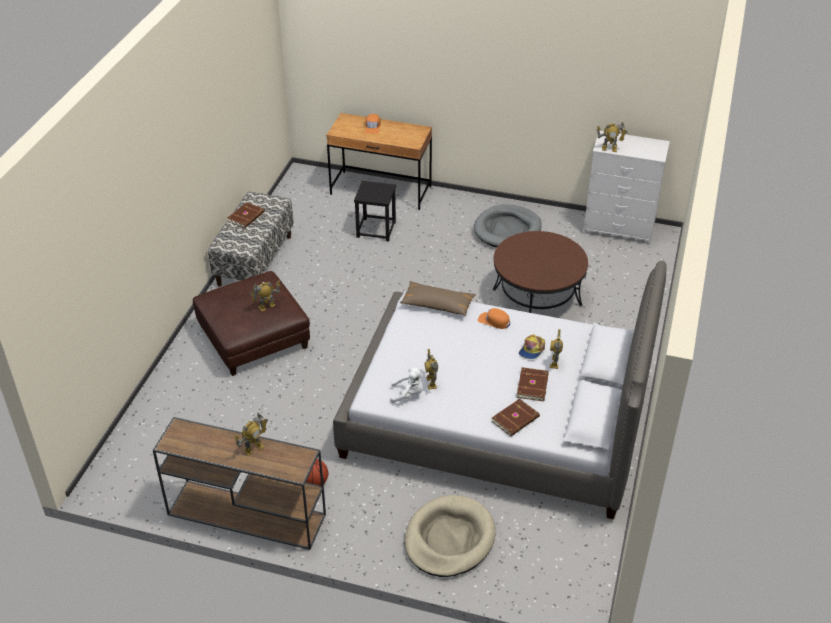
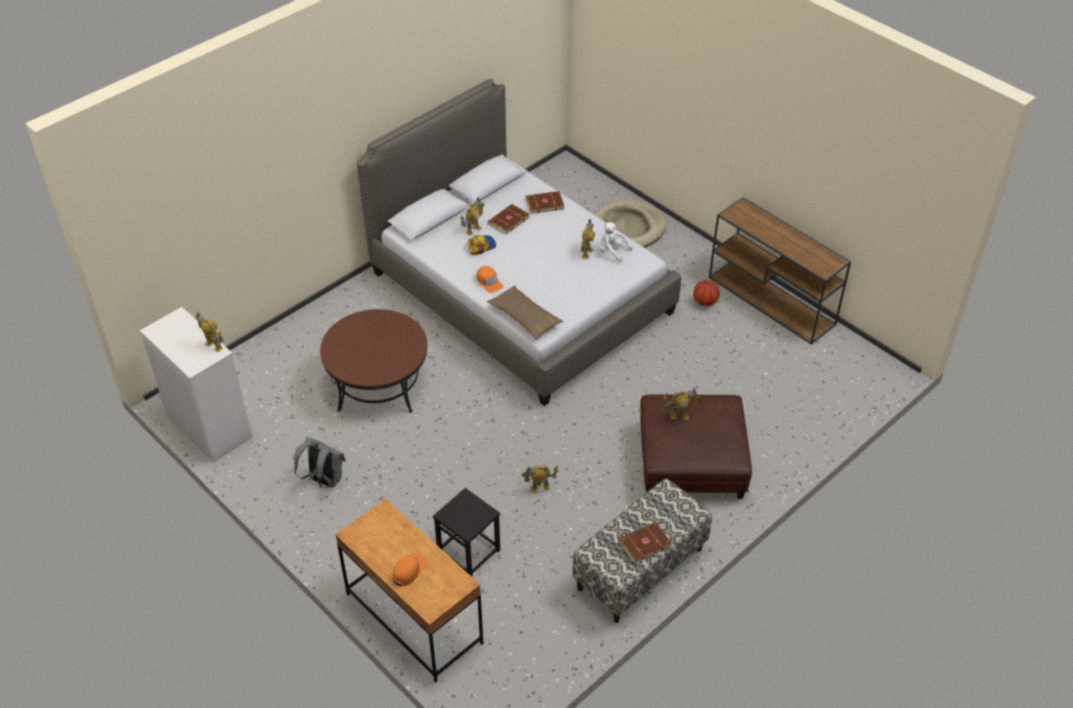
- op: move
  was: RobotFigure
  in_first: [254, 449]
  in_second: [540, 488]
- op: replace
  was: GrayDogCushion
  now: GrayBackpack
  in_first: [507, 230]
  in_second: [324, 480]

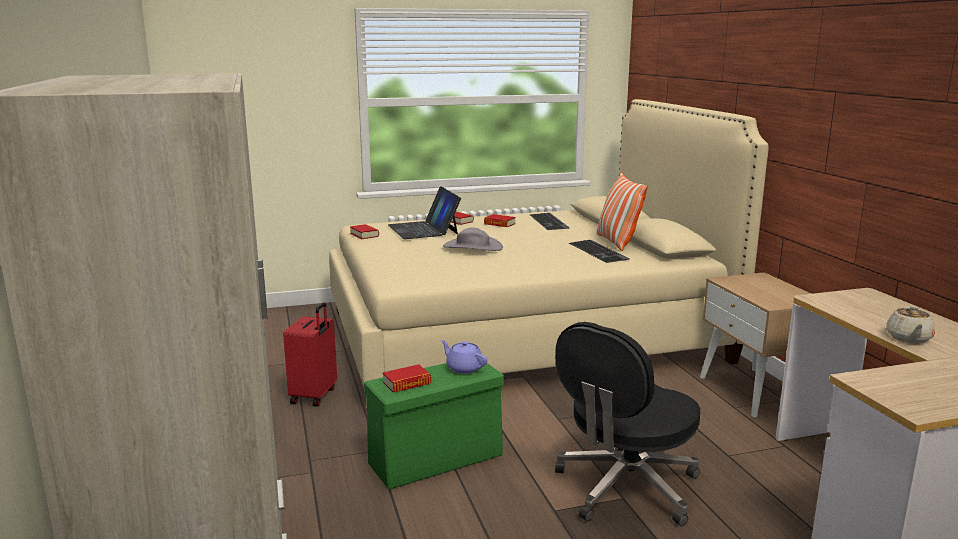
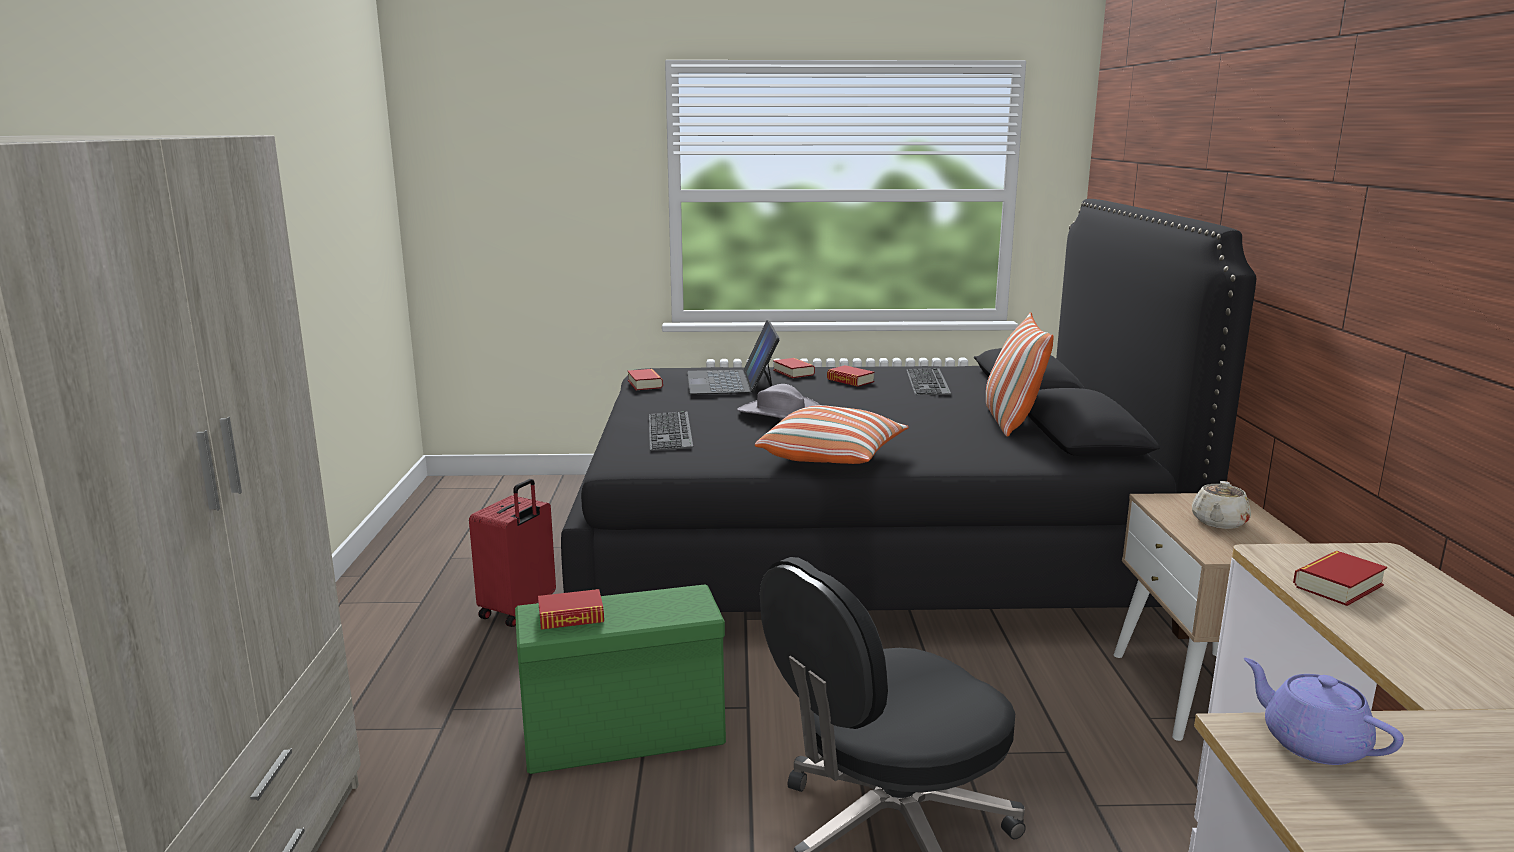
- op: recolor
  was: BeigeBedroomBed
  now: BlackColouredBedroomBed
  in_first: [522, 335]
  in_second: [862, 551]
- op: move
  was: PurplishTeapot
  in_first: [463, 368]
  in_second: [1312, 743]
- op: move
  was: PcKeyboard
  in_first: [599, 251]
  in_second: [672, 431]
- op: move
  was: BeigeTeapot
  in_first: [908, 338]
  in_second: [1218, 522]
- op: insert
  now: Pillow
  in_second: [832, 457]
- op: insert
  now: Volume
  in_second: [1337, 585]

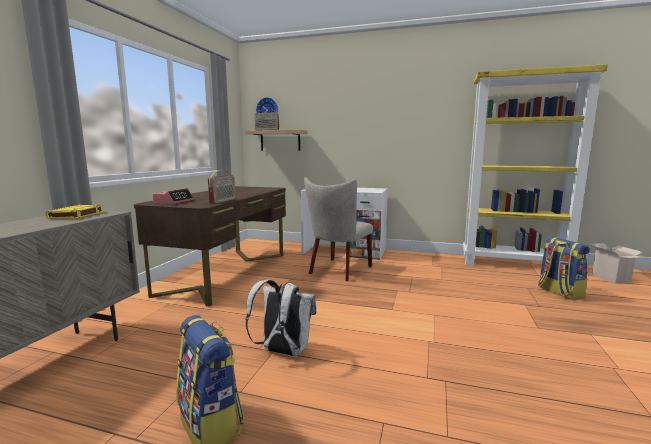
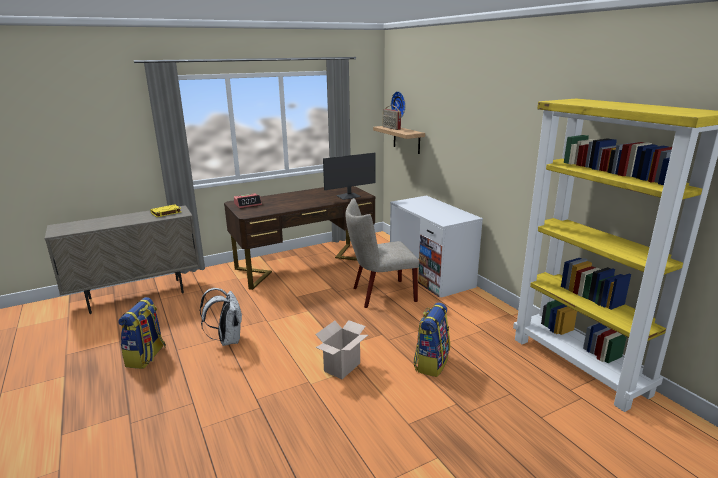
- op: delete
  was: Radio
  in_first: [223, 201]
- op: move
  was: Backpack
  in_first: [559, 292]
  in_second: [431, 363]
- op: move
  was: PackingBox
  in_first: [612, 278]
  in_second: [342, 368]
- op: insert
  now: ComputerScreen
  in_second: [349, 196]

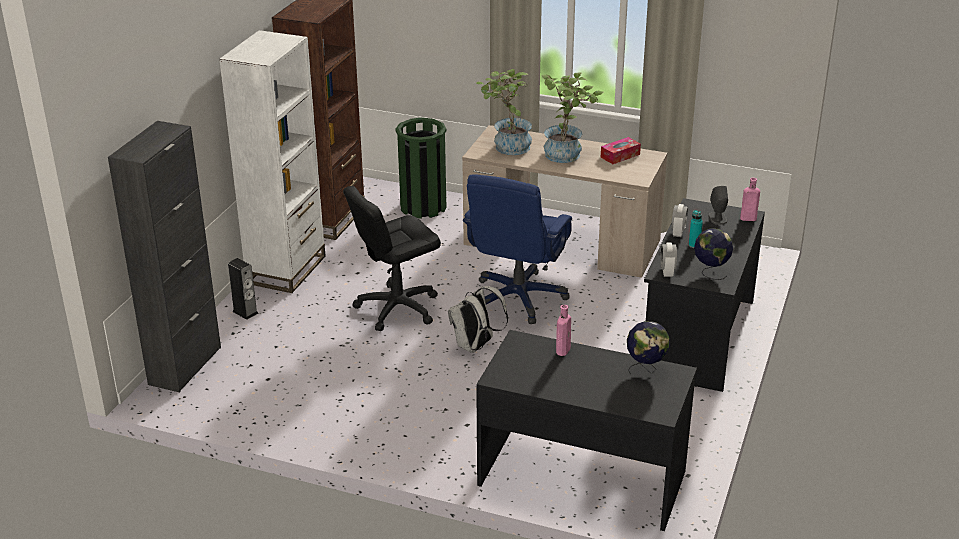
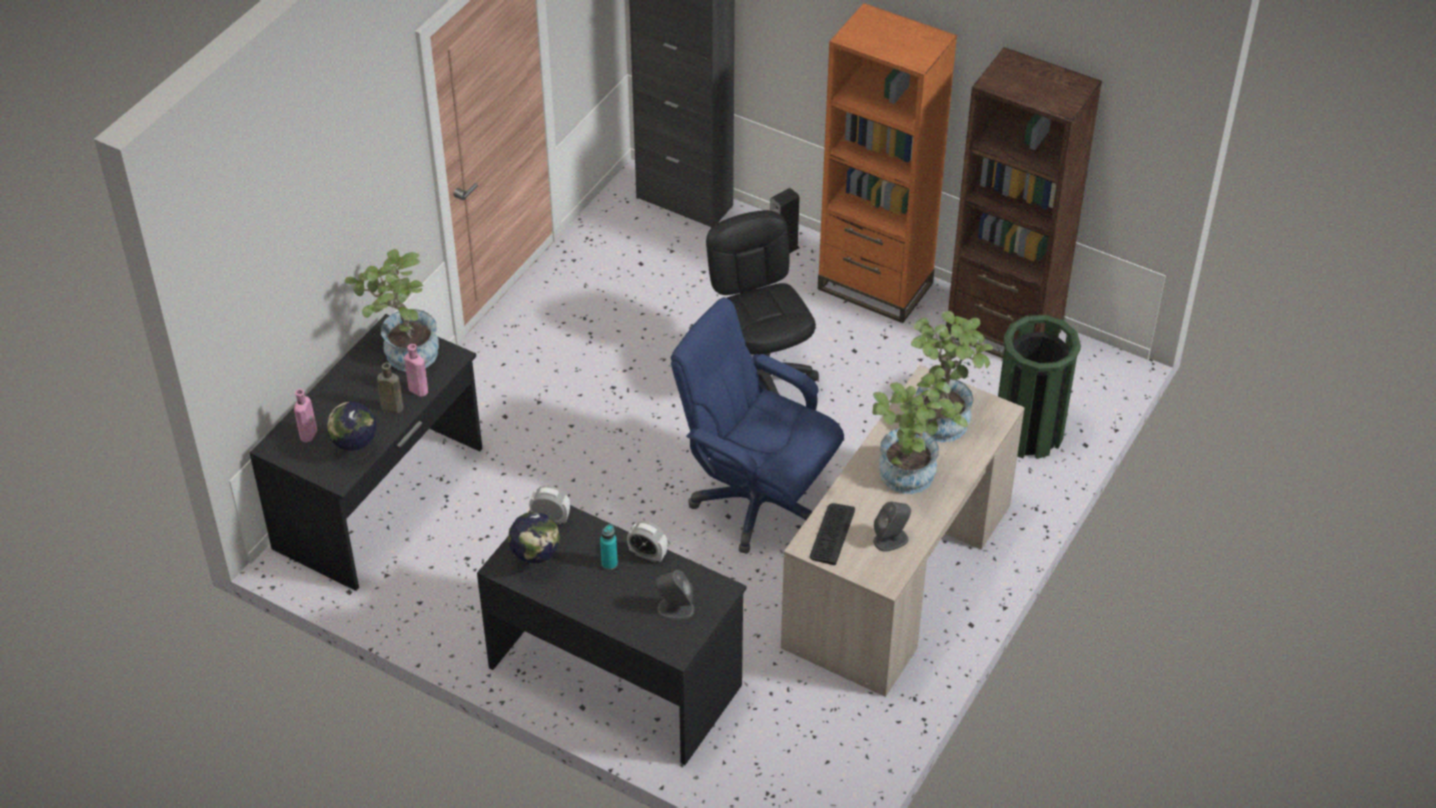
- op: recolor
  was: WhitishShelvingUnit
  now: OrangeyShelvingUnit
  in_first: [286, 270]
  in_second: [875, 286]
- op: delete
  was: WhitishBackpack
  in_first: [475, 346]
- op: replace
  was: TissueBox
  now: GraySpeaker
  in_first: [620, 156]
  in_second: [891, 539]
- op: move
  was: PinkDrinkBottle
  in_first: [747, 218]
  in_second: [309, 433]
- op: insert
  now: PottedPlant
  in_second: [403, 354]
- op: insert
  now: BrownDrinkBottle
  in_second: [391, 407]
- op: insert
  now: PcKeyboard
  in_second: [832, 534]

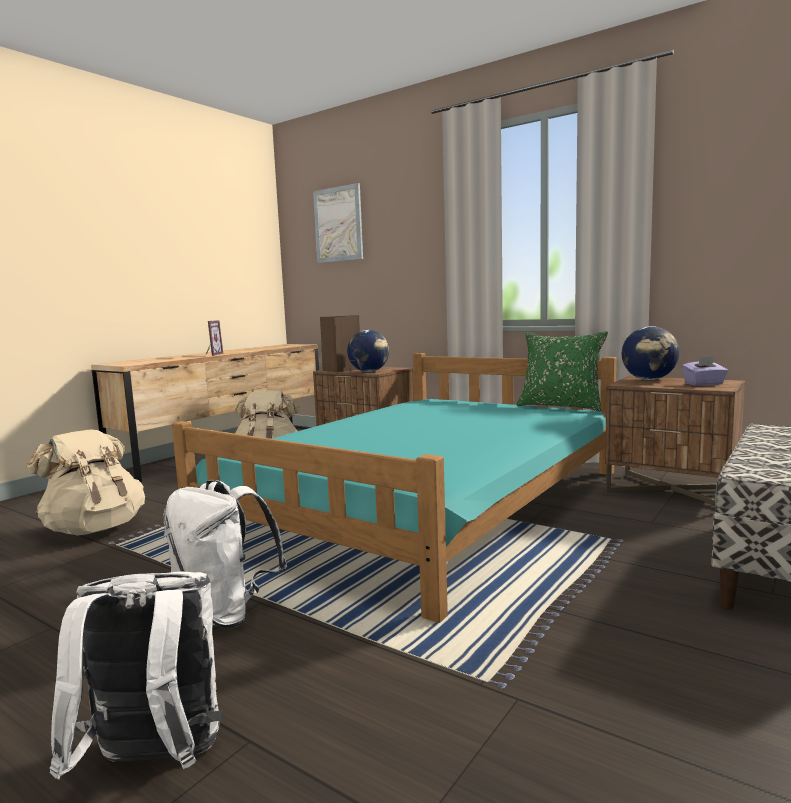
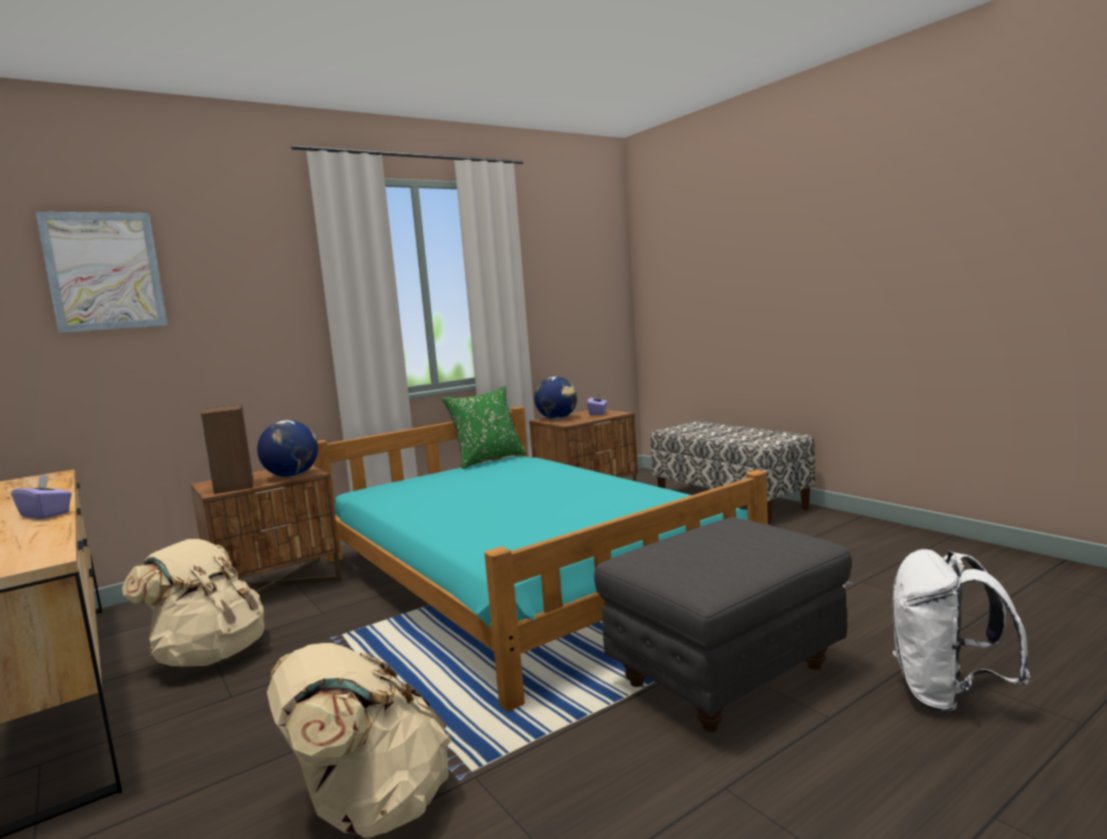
- op: replace
  was: WhitishBackpack
  now: GrayOttoman
  in_first: [225, 613]
  in_second: [725, 675]
- op: replace
  was: PictureFrame
  now: PurplishTissueBox
  in_first: [212, 354]
  in_second: [46, 514]

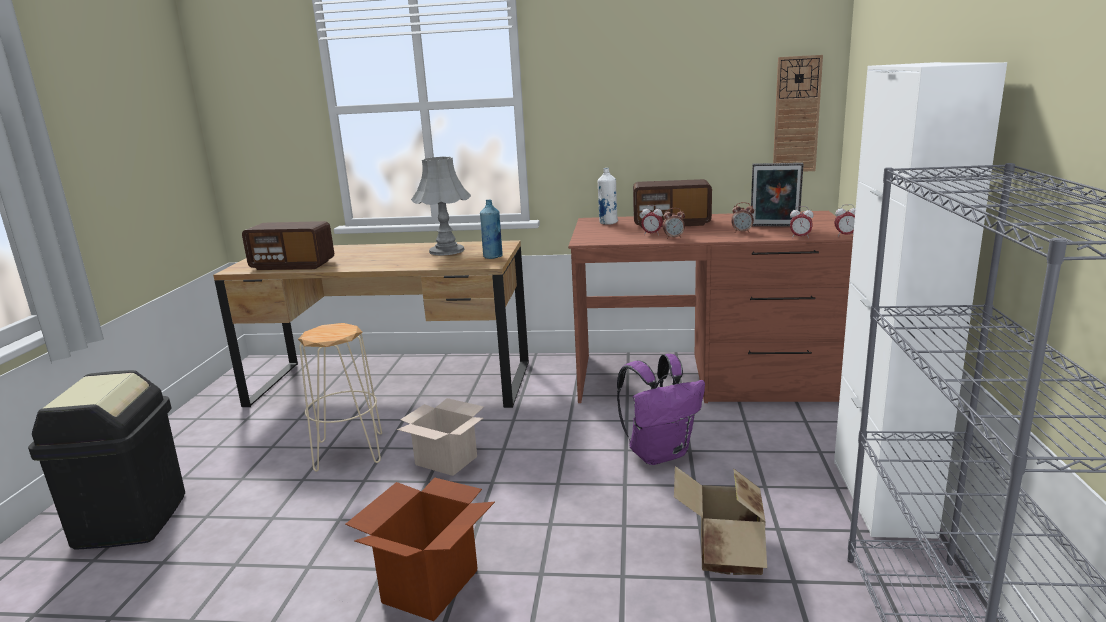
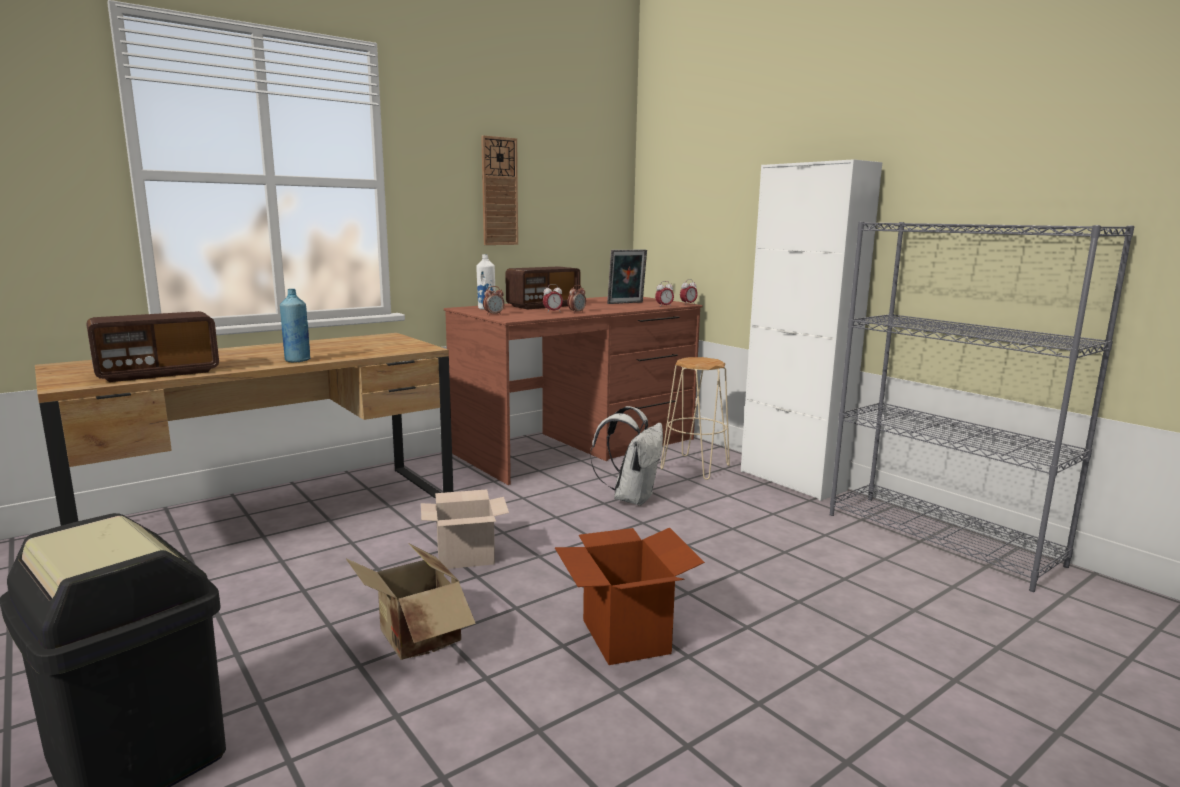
- op: move
  was: BeigeSittingStool
  in_first: [348, 452]
  in_second: [695, 467]
- op: delete
  was: GrayTableLamp
  in_first: [446, 251]
- op: move
  was: BlueDrinkBottle
  in_first: [493, 257]
  in_second: [297, 360]
- op: recolor
  was: PurplishBackpack
  now: WhitishBackpack
  in_first: [659, 453]
  in_second: [631, 498]
- op: move
  was: PackingBox
  in_first: [723, 557]
  in_second: [414, 641]
- op: move
  was: AlarmClock
  in_first: [742, 232]
  in_second: [494, 314]
- op: move
  was: ClockOnTheWall
  in_first: [796, 115]
  in_second: [499, 191]

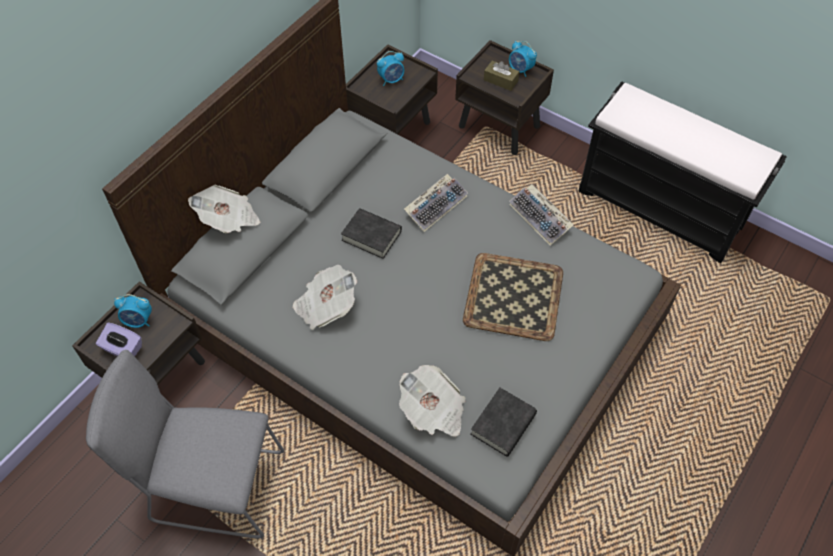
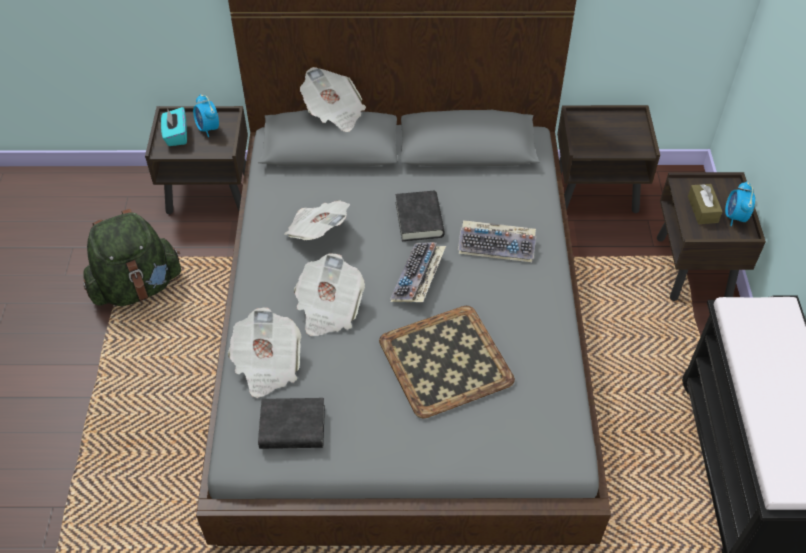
- op: replace
  was: GrayPlainChair
  now: GreenishBackpack
  in_first: [212, 486]
  in_second: [137, 287]
- op: recolor
  was: PurplishTissueBox
  now: TurquoiseTissueBox
  in_first: [123, 349]
  in_second: [176, 135]
- op: delete
  was: AlarmClock
  in_first: [391, 80]
- op: move
  was: PcKeyboard
  in_first: [541, 218]
  in_second: [418, 279]
- op: insert
  now: PrintedPaper
  in_second: [328, 308]

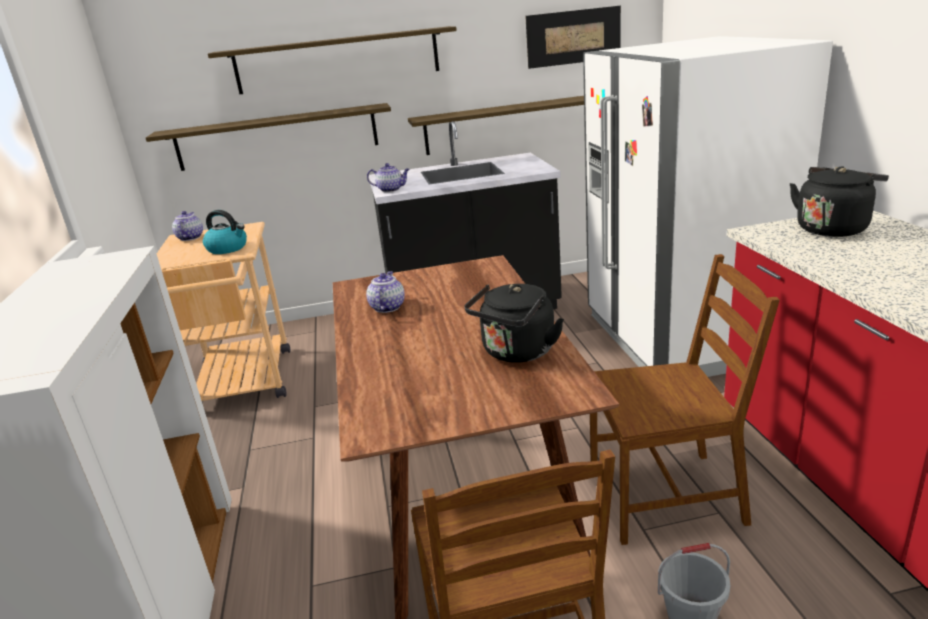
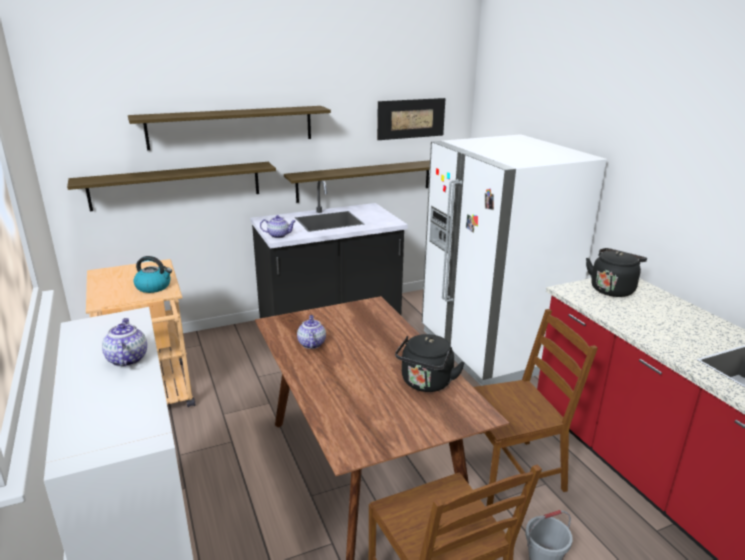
- op: move
  was: Teapot
  in_first: [190, 237]
  in_second: [127, 359]

